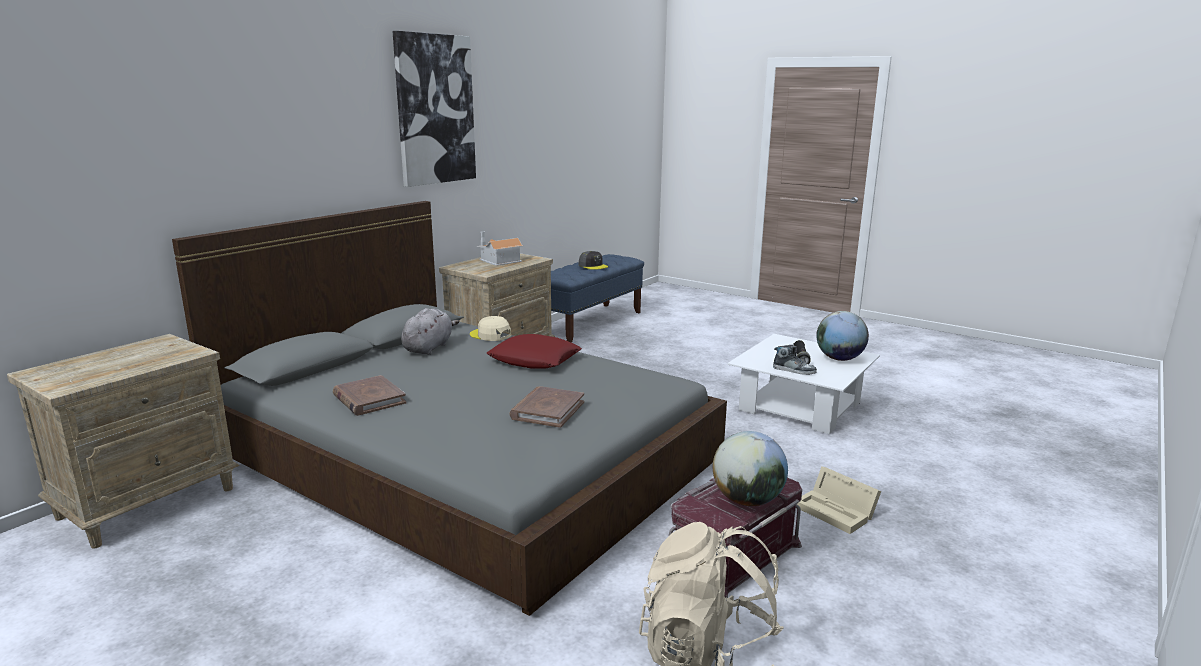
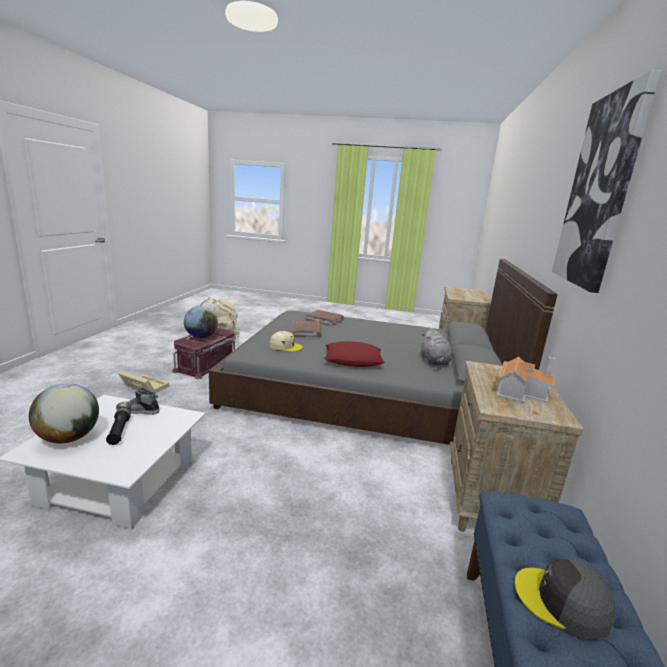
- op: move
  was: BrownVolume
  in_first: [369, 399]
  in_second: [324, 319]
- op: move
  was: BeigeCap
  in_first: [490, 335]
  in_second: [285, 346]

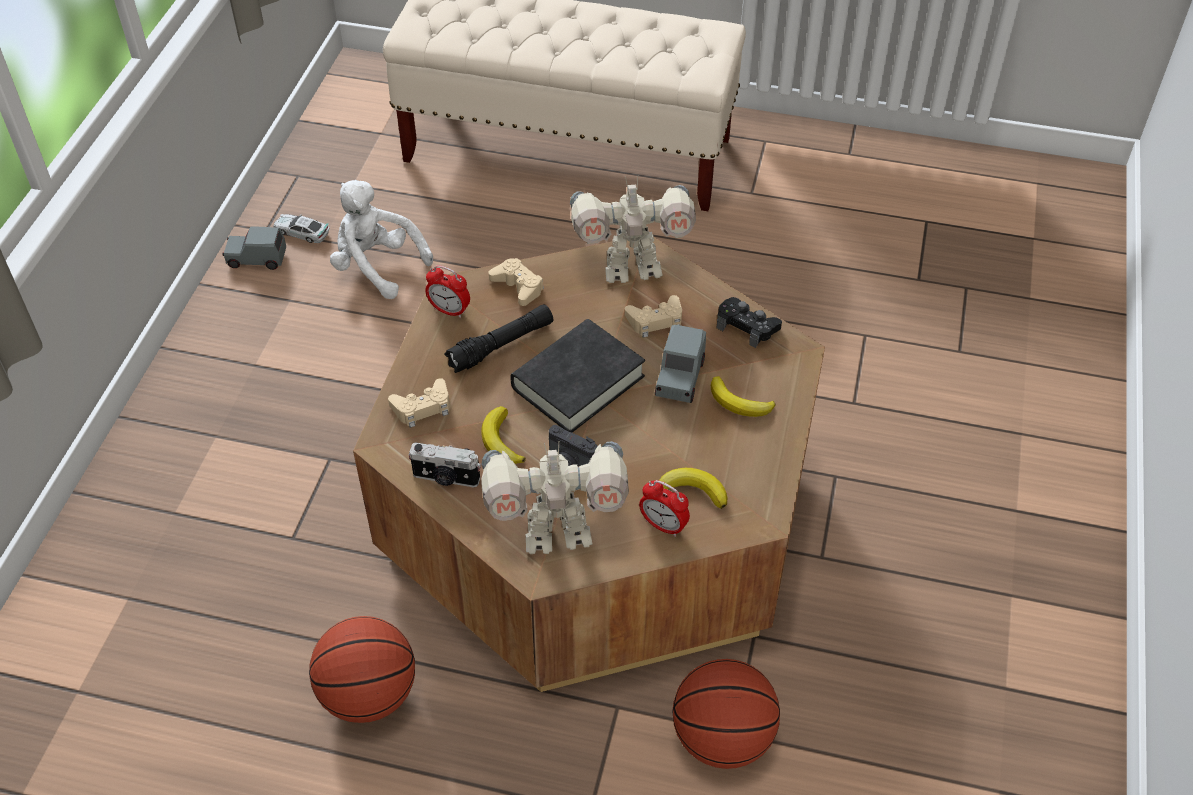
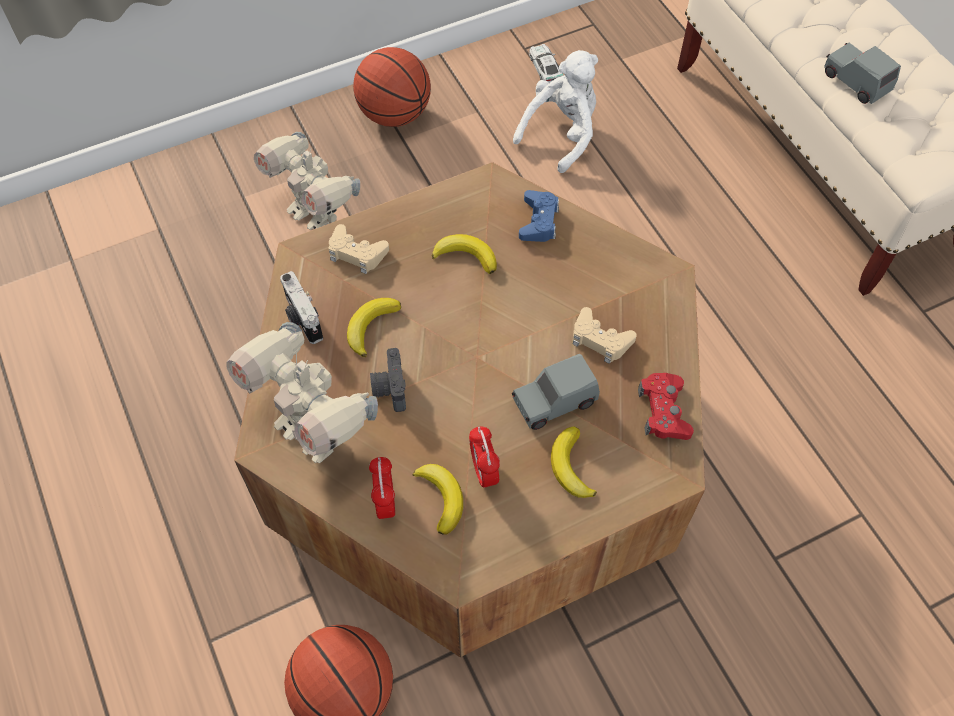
- op: move
  was: GrayModelCar
  in_first: [256, 259]
  in_second: [855, 82]
- op: move
  was: BasketballBall
  in_first: [368, 695]
  in_second: [394, 114]
- op: rotate
  was: WhitishCuddlyToy
  in_first: [376, 266]
  in_second: [561, 133]
  clockwise: 45
- op: move
  was: AlarmClock
  in_first: [449, 310]
  in_second: [484, 471]
- op: replace
  was: BlackColouredTorch
  now: WholeBanana
  in_first: [501, 346]
  in_second: [466, 256]
- op: recolor
  was: BeigeGamepad
  now: BlueGamepad
  in_first: [518, 286]
  in_second: [539, 221]
- op: delete
  was: BlackColouredVolume
  in_first: [578, 382]
- op: move
  was: RobotFigure
  in_first: [631, 268]
  in_second: [315, 214]
- op: recolor
  was: BlackColouredGamepad
  now: RedColouredGamepad
  in_first: [747, 326]
  in_second: [664, 411]

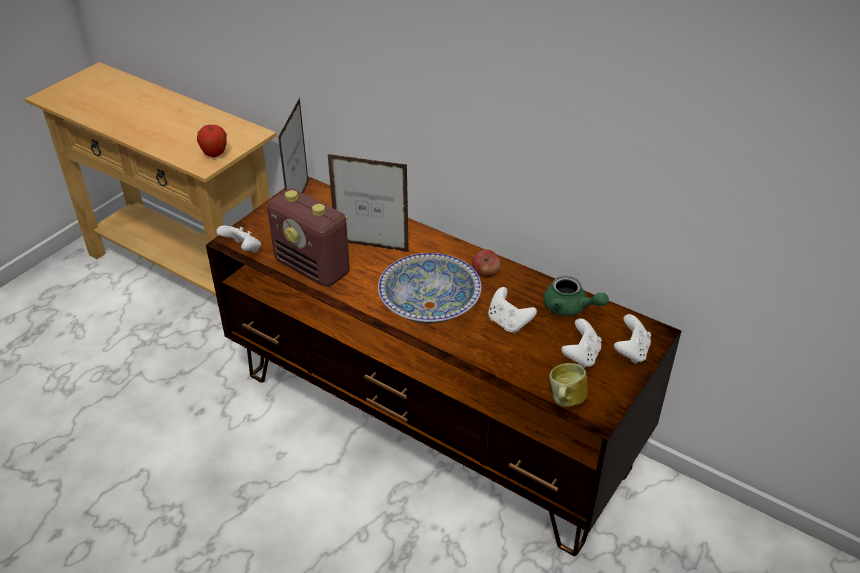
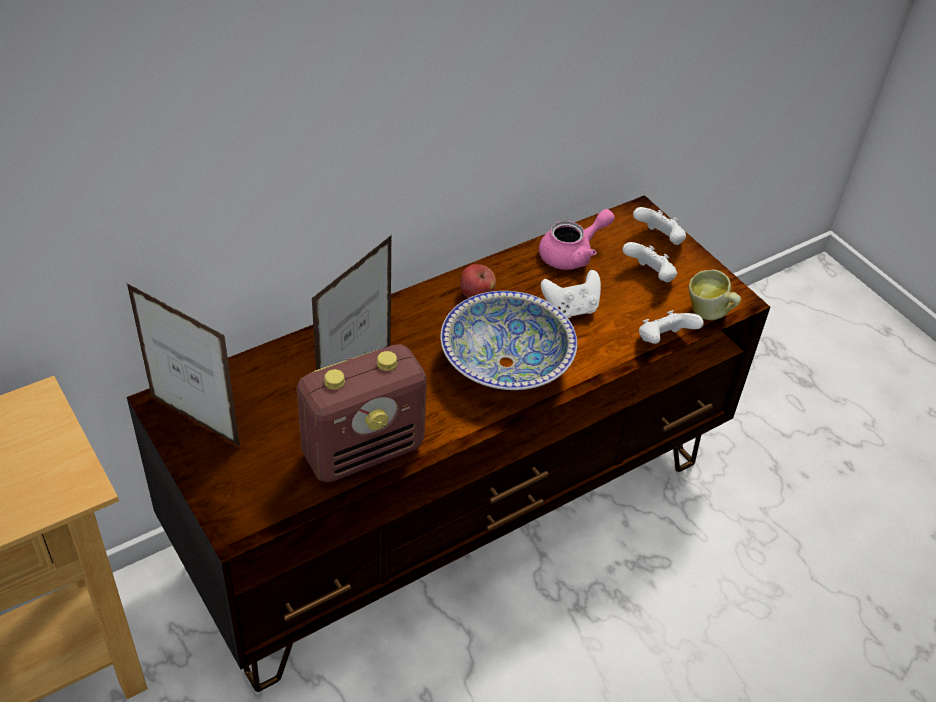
- op: delete
  was: Apple
  in_first: [214, 155]
- op: move
  was: WhitishGamepad
  in_first: [243, 250]
  in_second: [663, 341]
- op: recolor
  was: GreenishTeapot
  now: PinkTeapot
  in_first: [570, 308]
  in_second: [572, 254]

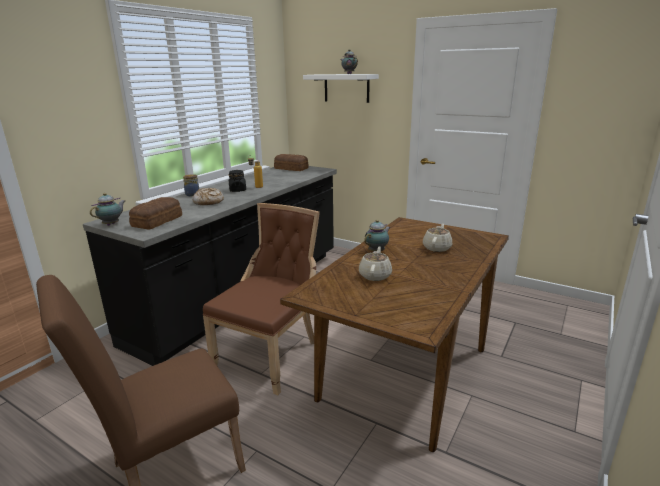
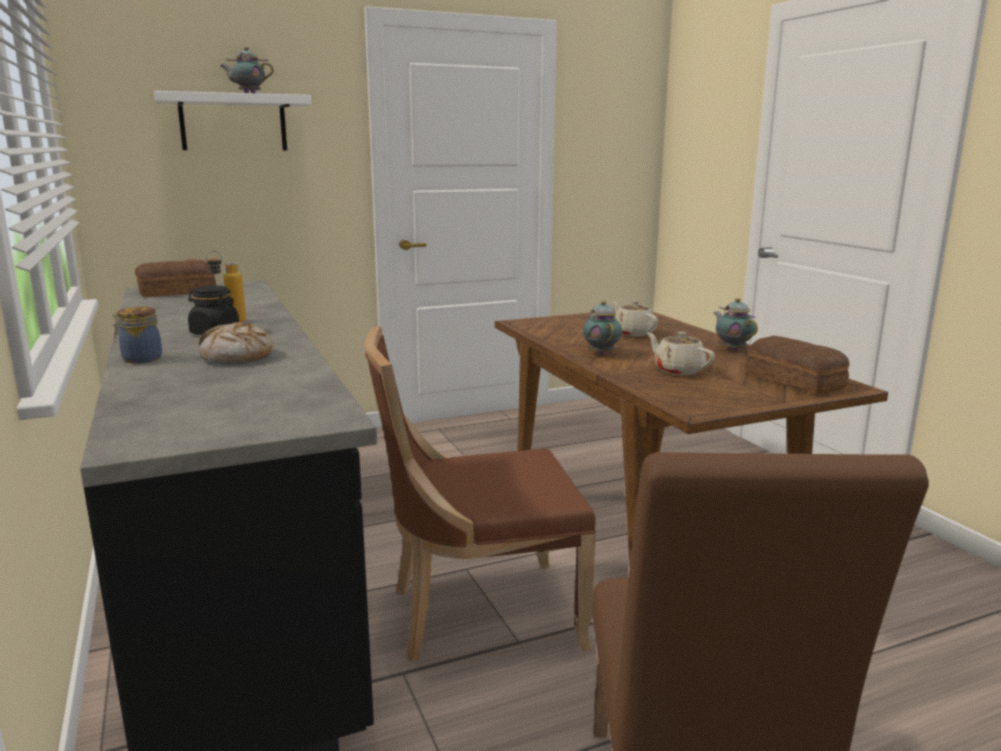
- op: move
  was: Teapot
  in_first: [112, 224]
  in_second: [732, 350]
- op: move
  was: BakeryBread
  in_first: [158, 221]
  in_second: [794, 380]
- op: rotate
  was: BrownPlainChair
  in_first: [271, 354]
  in_second: [478, 614]
  clockwise: -75

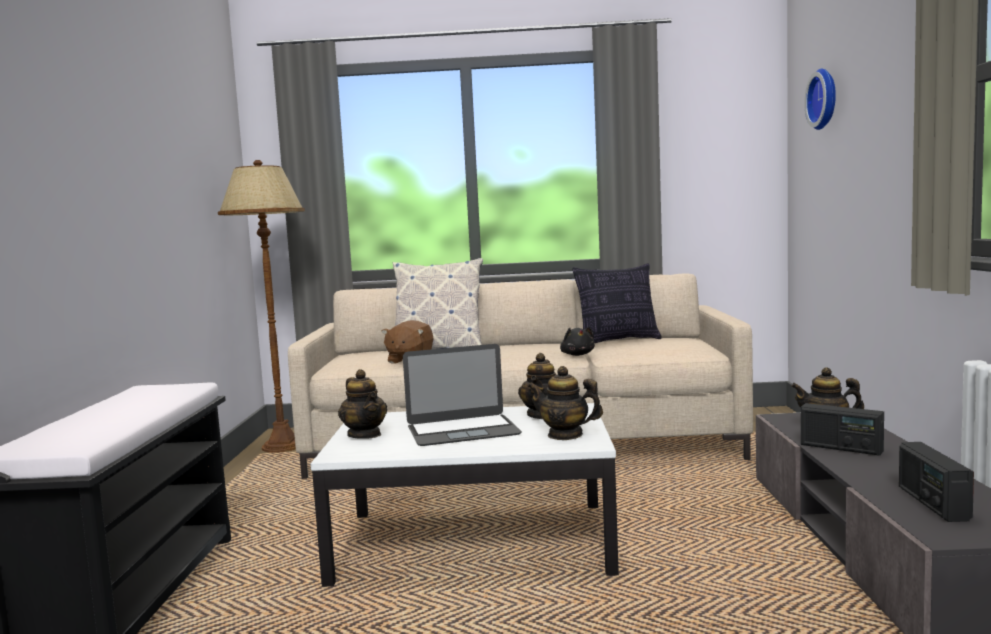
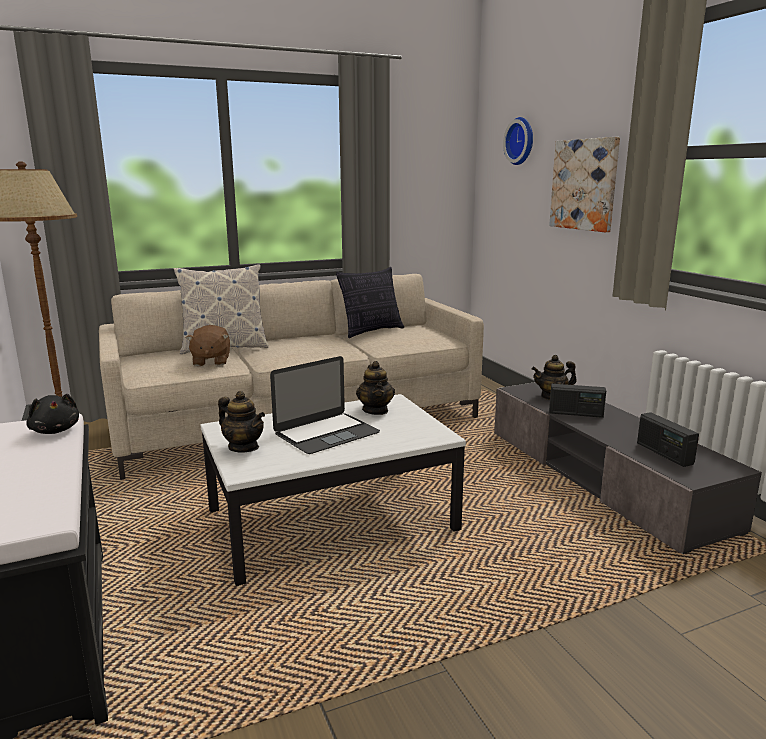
- op: delete
  was: Teapot
  in_first: [565, 435]
- op: move
  was: BlackColouredCuddlyToy
  in_first: [577, 355]
  in_second: [55, 430]
- op: insert
  now: Picture
  in_second: [584, 184]

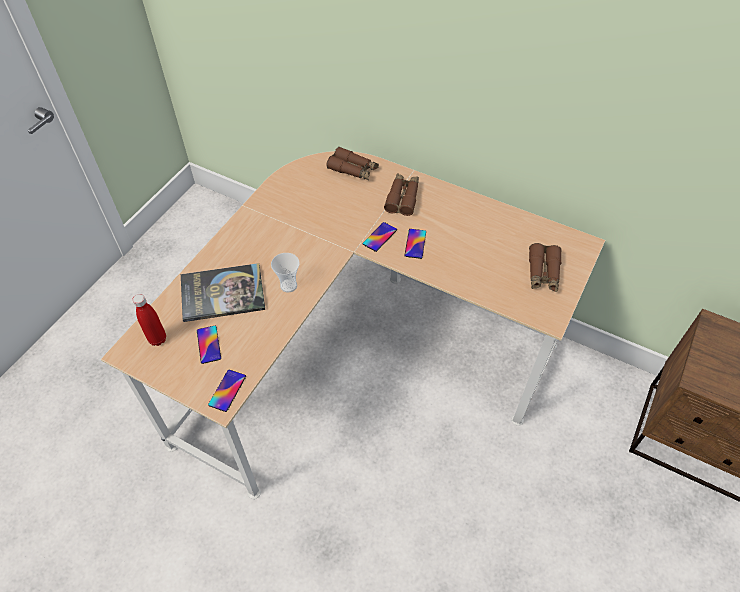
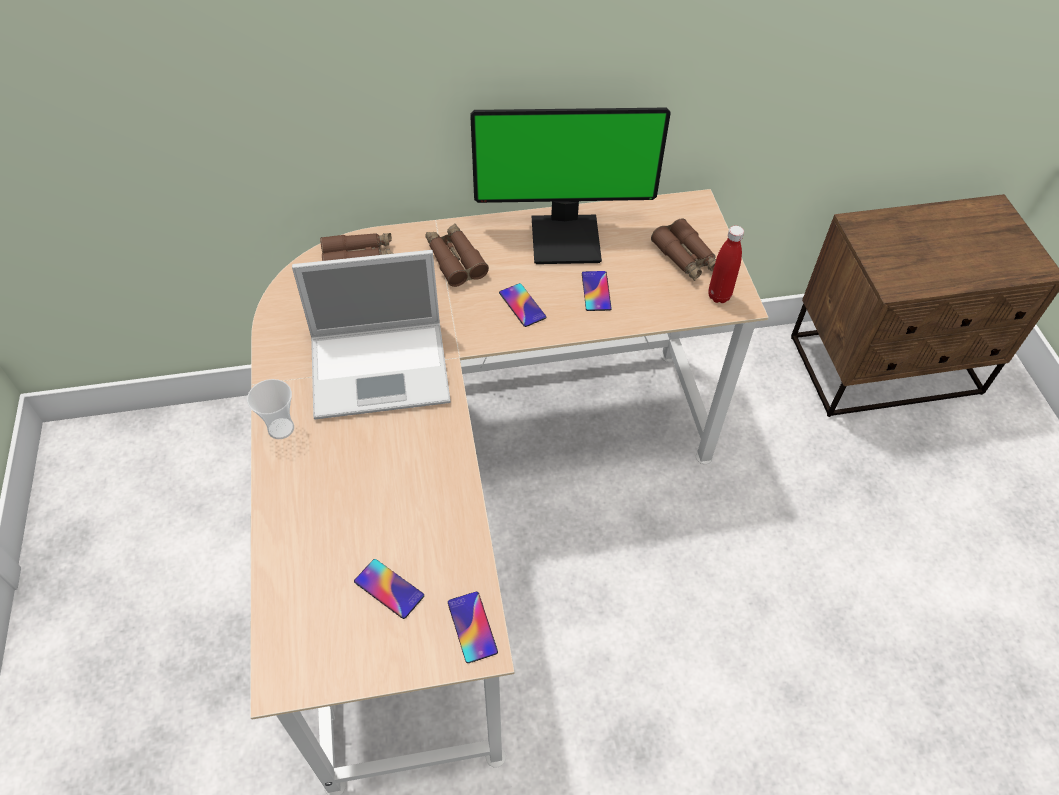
- op: move
  was: RedColouredDrinkBottle
  in_first: [157, 339]
  in_second: [719, 296]
- op: delete
  was: Volume
  in_first: [222, 293]
- op: move
  was: DrinkingCup
  in_first: [288, 285]
  in_second: [281, 428]
- op: move
  was: Phone
  in_first: [379, 237]
  in_second: [596, 291]
- op: insert
  now: Laptop
  in_second: [382, 368]
- op: insert
  now: ComputerScreen
  in_second: [566, 237]

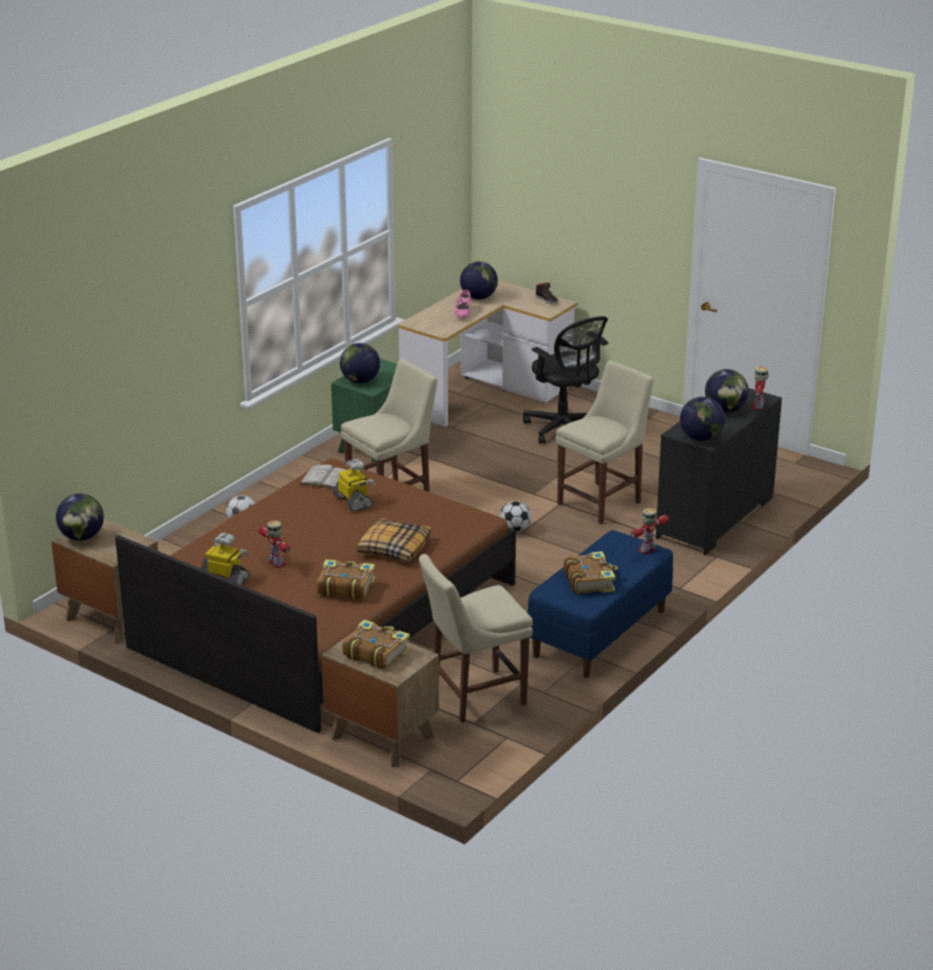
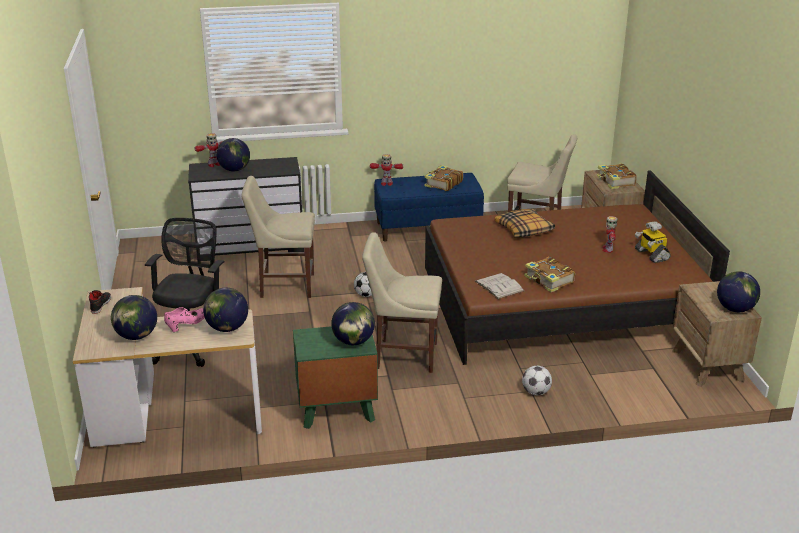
- op: move
  was: Volume
  in_first: [345, 587]
  in_second: [549, 280]
- op: delete
  was: RobotFigure
  in_first: [354, 501]
- op: move
  was: DeskGlobe
  in_first: [700, 438]
  in_second: [227, 328]

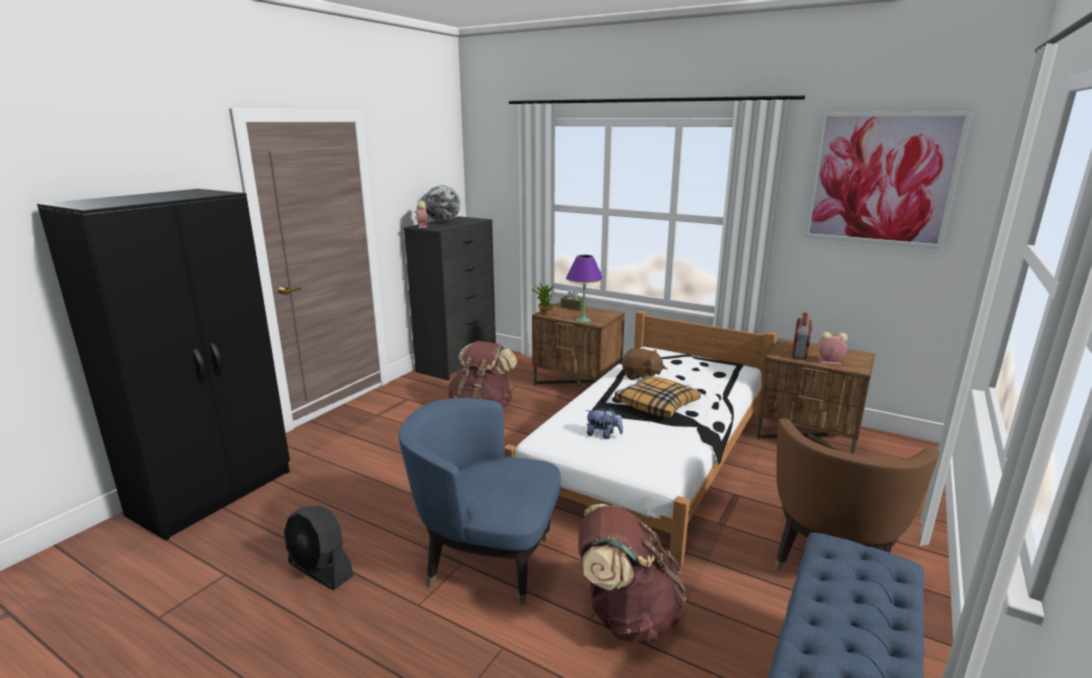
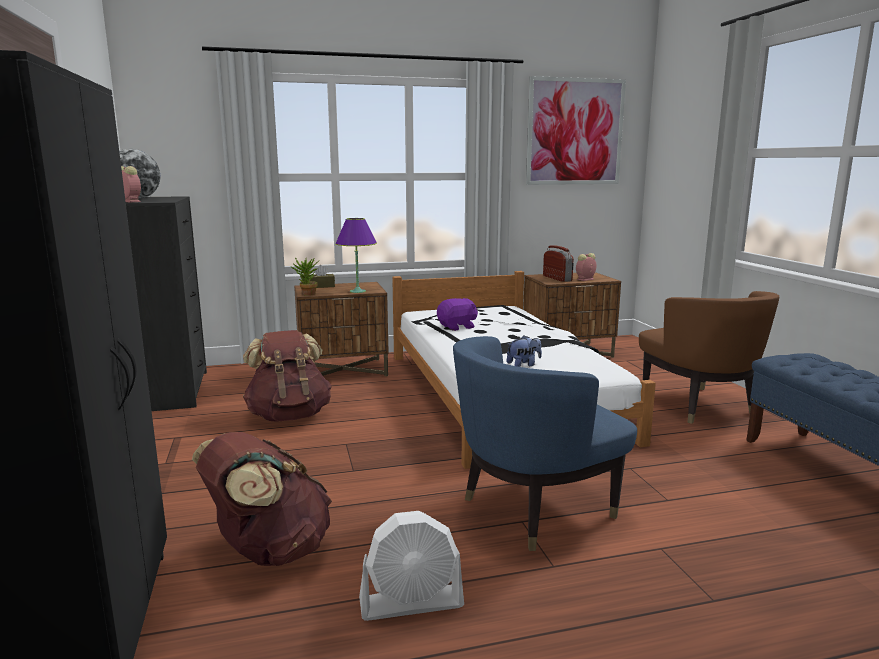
- op: recolor
  was: BlackColouredElectricFan
  now: WhitishElectricFan
  in_first: [320, 570]
  in_second: [411, 603]
- op: move
  was: BrownBackpack
  in_first: [626, 615]
  in_second: [269, 551]
- op: delete
  was: Pillow
  in_first: [657, 404]
- op: recolor
  was: BrownCuddlyToy
  now: PurplishCuddlyToy
  in_first: [641, 376]
  in_second: [457, 327]

